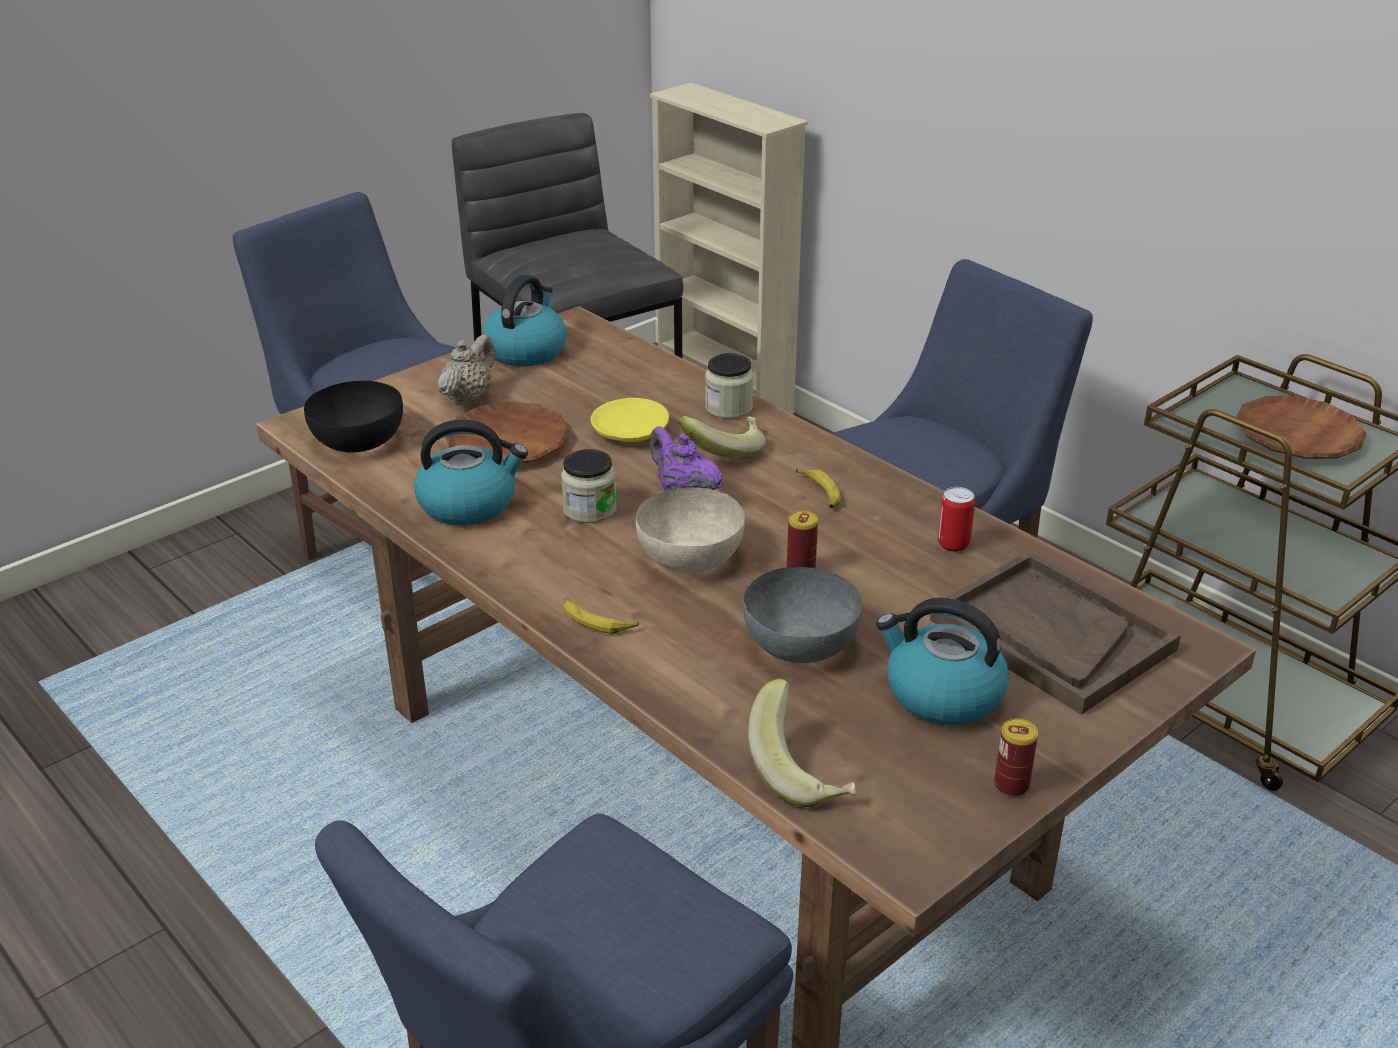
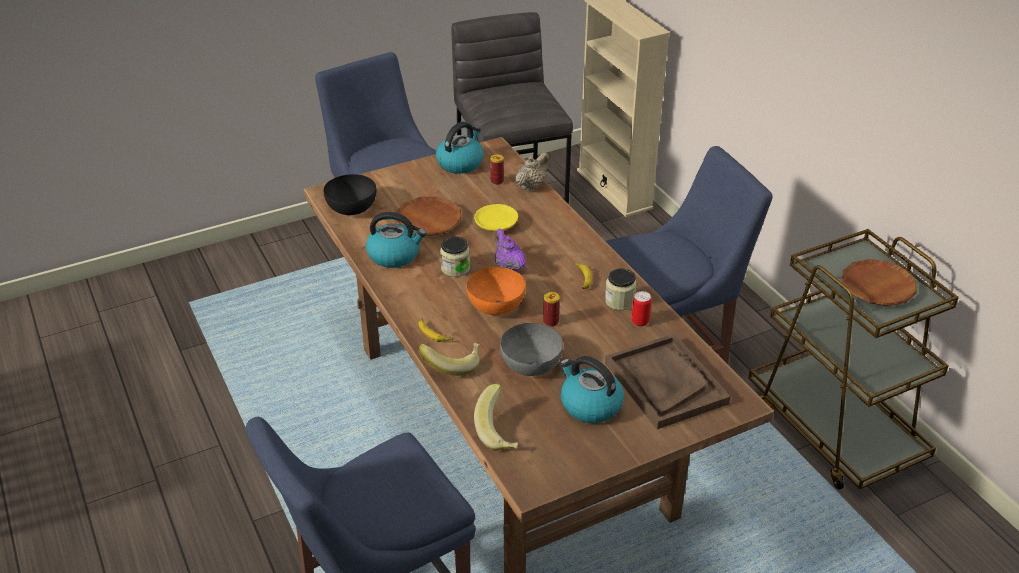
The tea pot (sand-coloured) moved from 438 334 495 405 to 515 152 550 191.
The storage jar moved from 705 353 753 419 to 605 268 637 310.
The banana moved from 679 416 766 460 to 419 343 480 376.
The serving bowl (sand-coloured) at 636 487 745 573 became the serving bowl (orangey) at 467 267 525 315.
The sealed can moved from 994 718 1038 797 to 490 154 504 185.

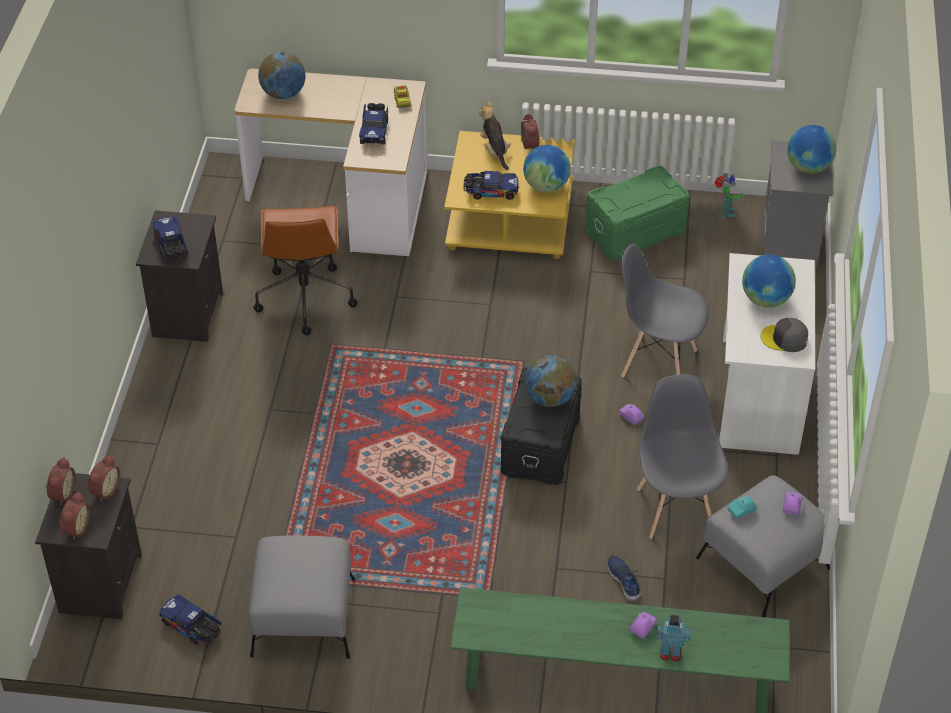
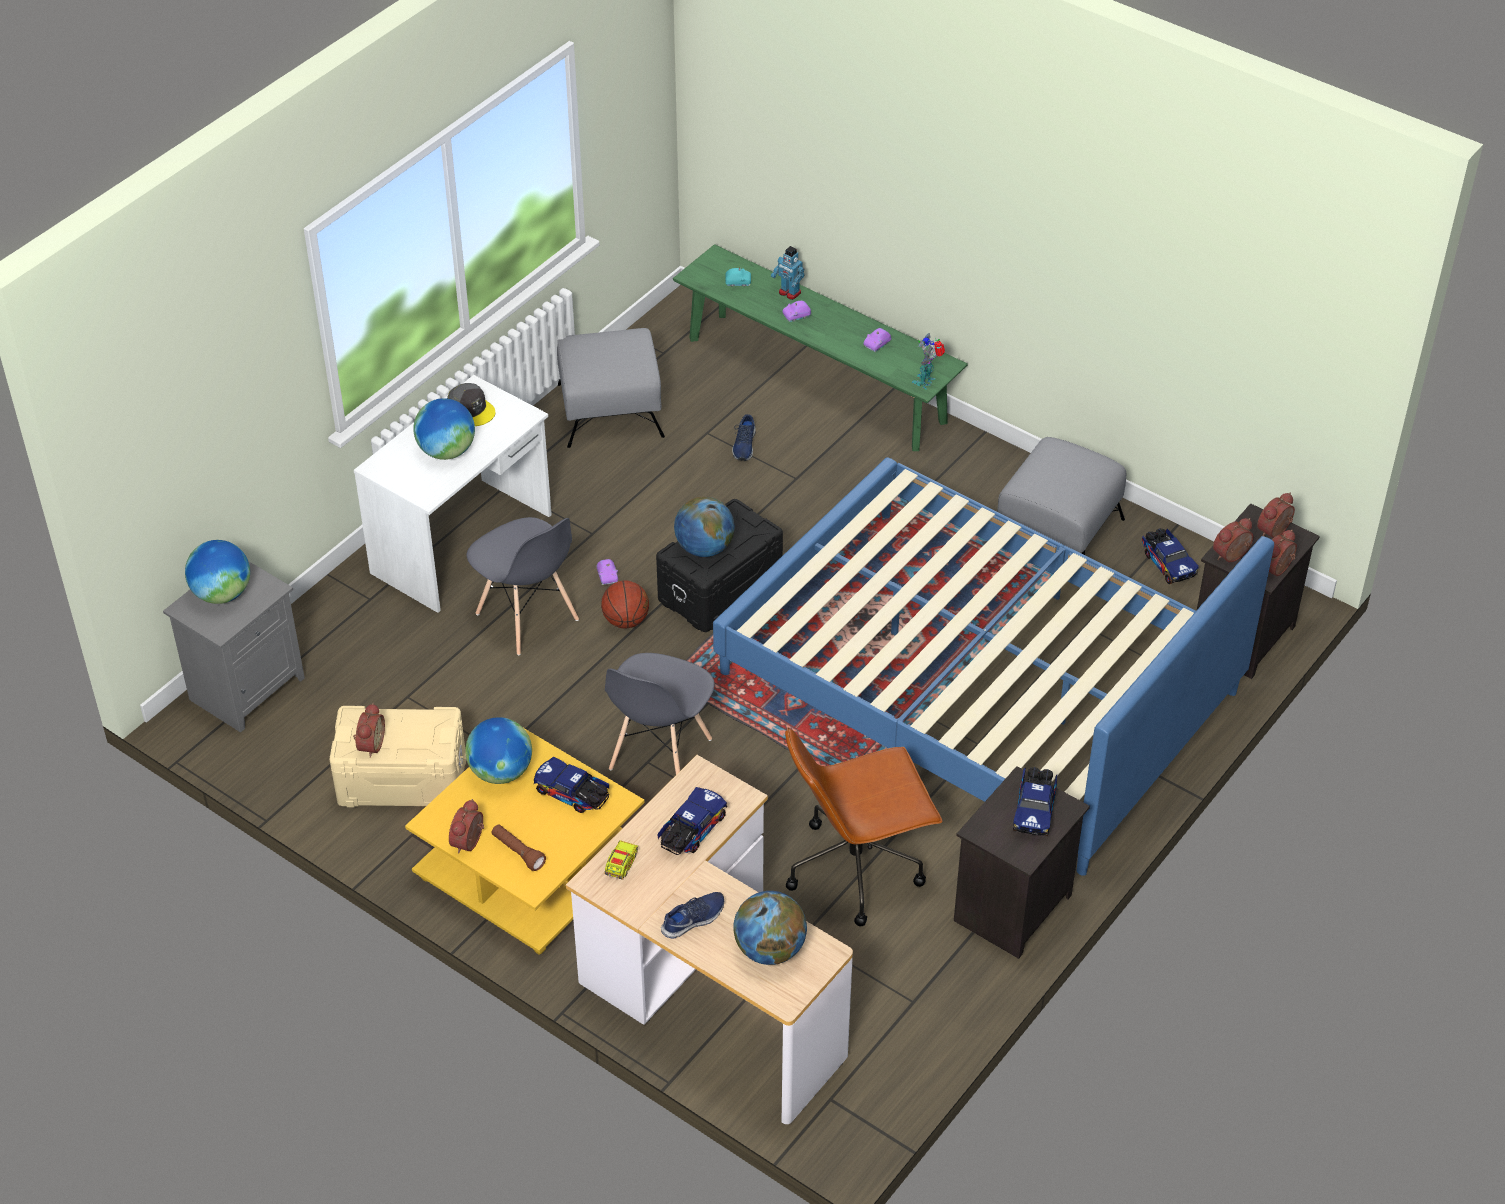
The cuddly toy at 479 101 511 170 was replaced by the flashlight (brown-coloured) at 492 824 546 871.
The storage box (green-coloured) at 585 165 689 260 became the storage box (sand-coloured) at 329 706 466 808.
The toy robot moved from 715 173 742 218 to 912 333 945 390.
The office chair (brown-coloured) at 253 206 358 335 turned 135 degrees counterclockwise.
The chair (grey) moved from 637 374 728 539 to 605 653 715 775.
The model car (purple) moved from 783 492 803 516 to 863 328 892 352.
The model car (turquoise-coloured) moved from 728 496 757 520 to 725 267 751 287.
The sleeping bed (bluish) at 713 457 1274 876 appeared.
The ball for basketball at 601 581 649 628 appeared.
The bedside clock at 353 703 385 758 appeared.
The low shoe (bluish) at 661 892 724 938 appeared.

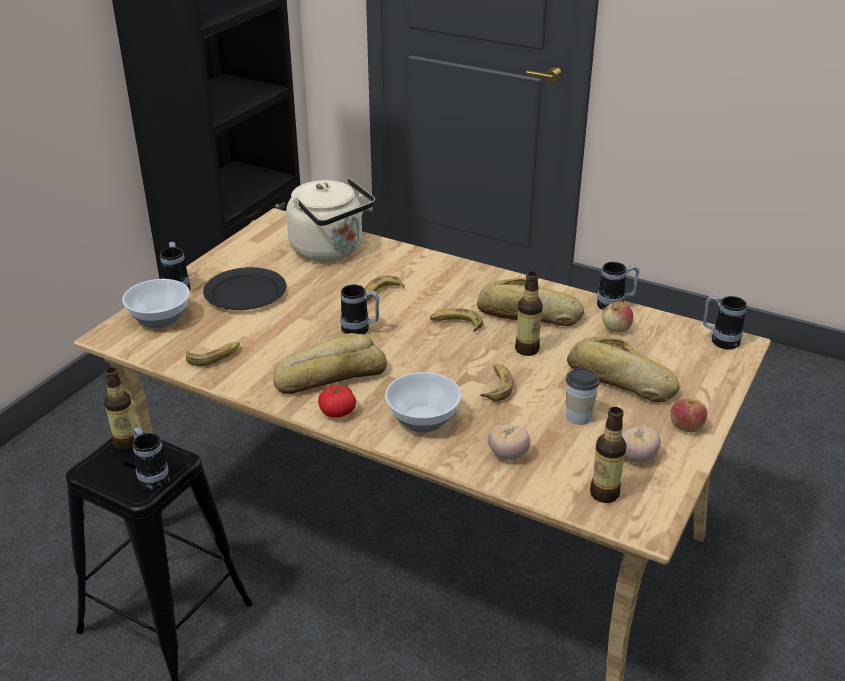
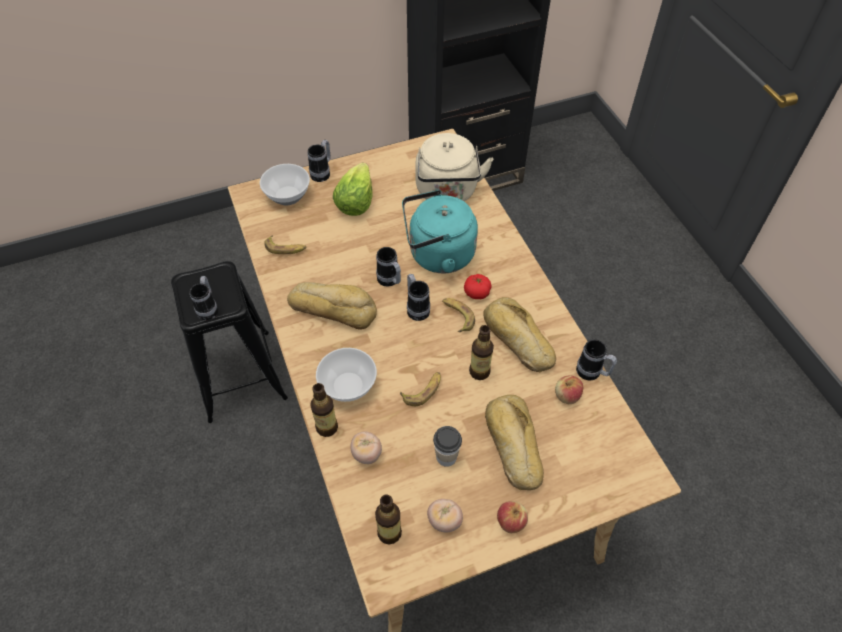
The dinner plate (black-coloured) at 203 267 286 310 was replaced by the lettuce head at 333 163 373 216.
The banana at 365 276 405 302 was replaced by the tea kettle (turquoise-coloured) at 402 190 478 274.
The mug moved from 703 296 747 349 to 407 274 430 321.
The beverage bottle moved from 104 368 135 451 to 310 383 338 437.
The whole tomato moved from 318 385 356 418 to 464 274 492 299.

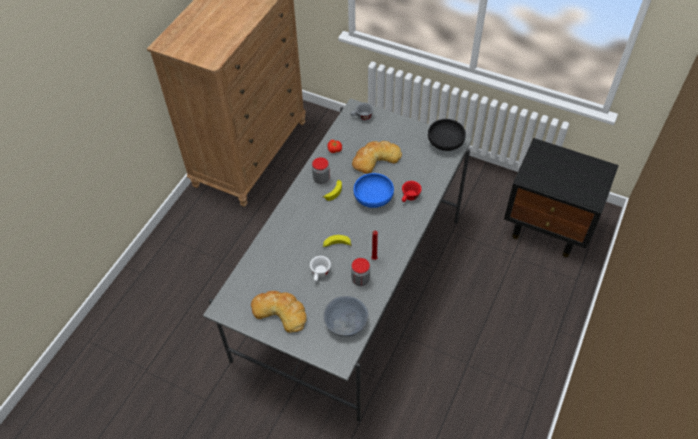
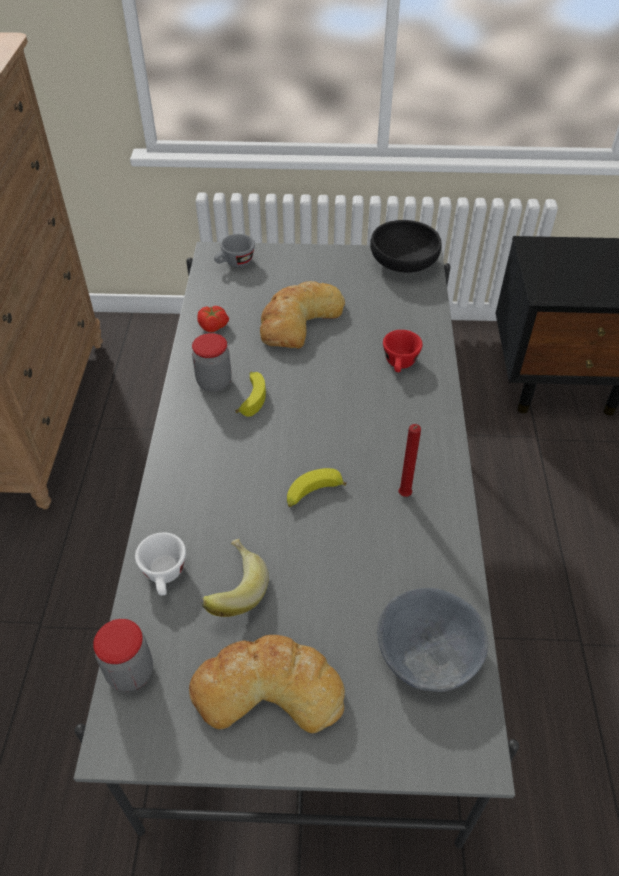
The serving bowl (bluish) at 353 173 394 208 disappeared.
The cup (whitish) moved from 310 256 331 282 to 135 532 186 595.
The storage jar moved from 351 258 370 286 to 93 619 153 692.
The banana at 200 539 269 617 appeared.

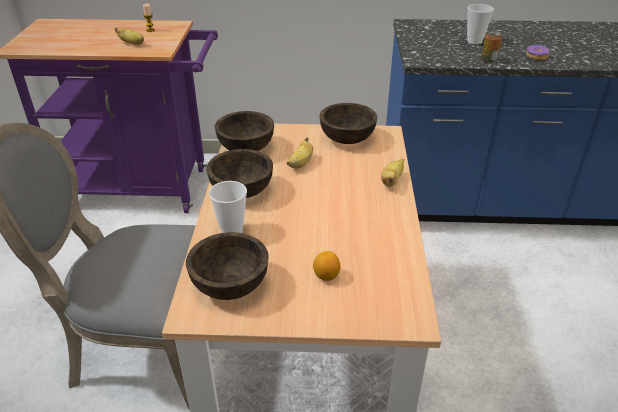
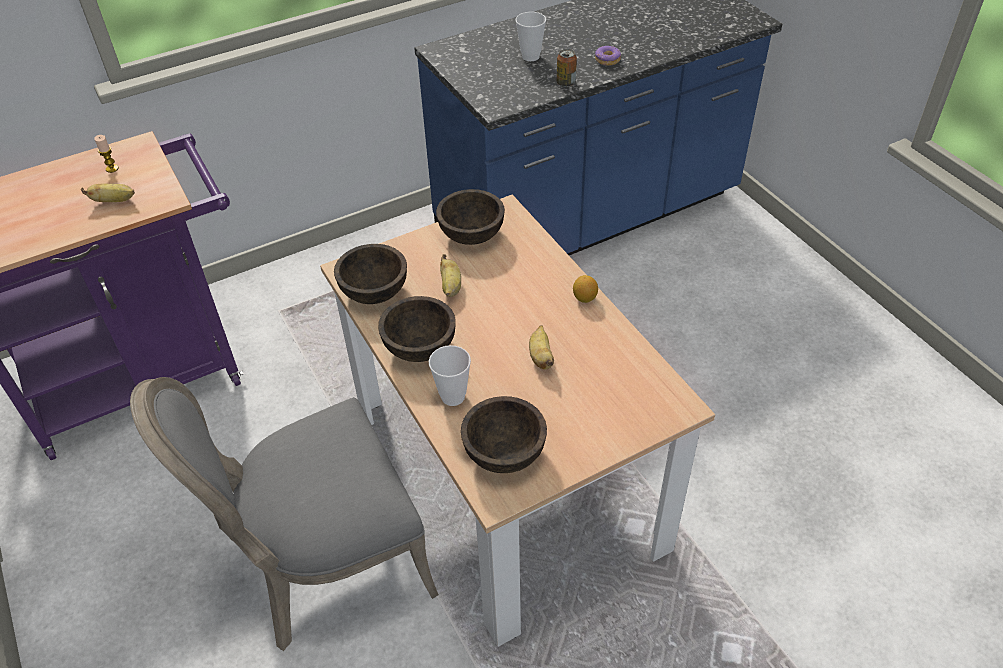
The banana moved from 381 159 404 187 to 529 325 554 369.
The lemon moved from 313 251 340 281 to 573 275 598 303.

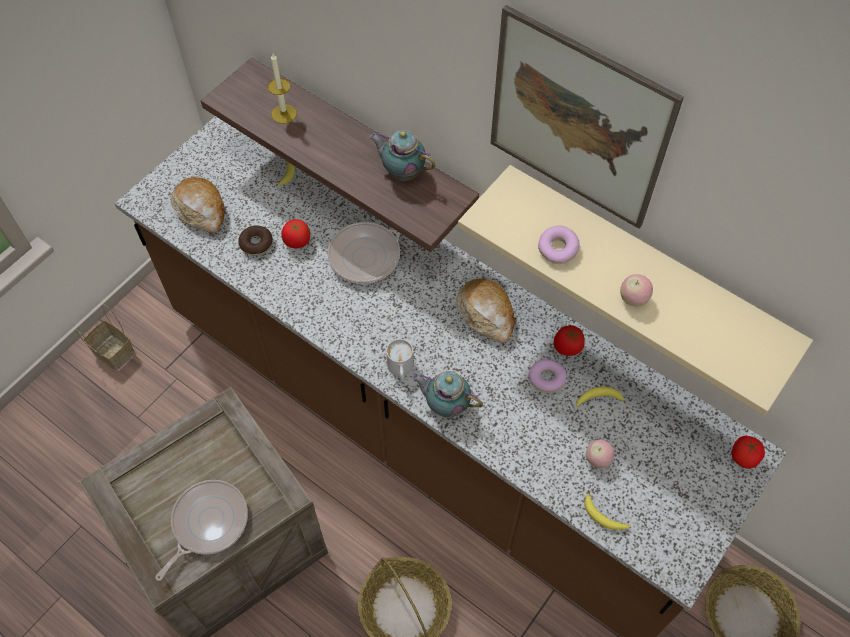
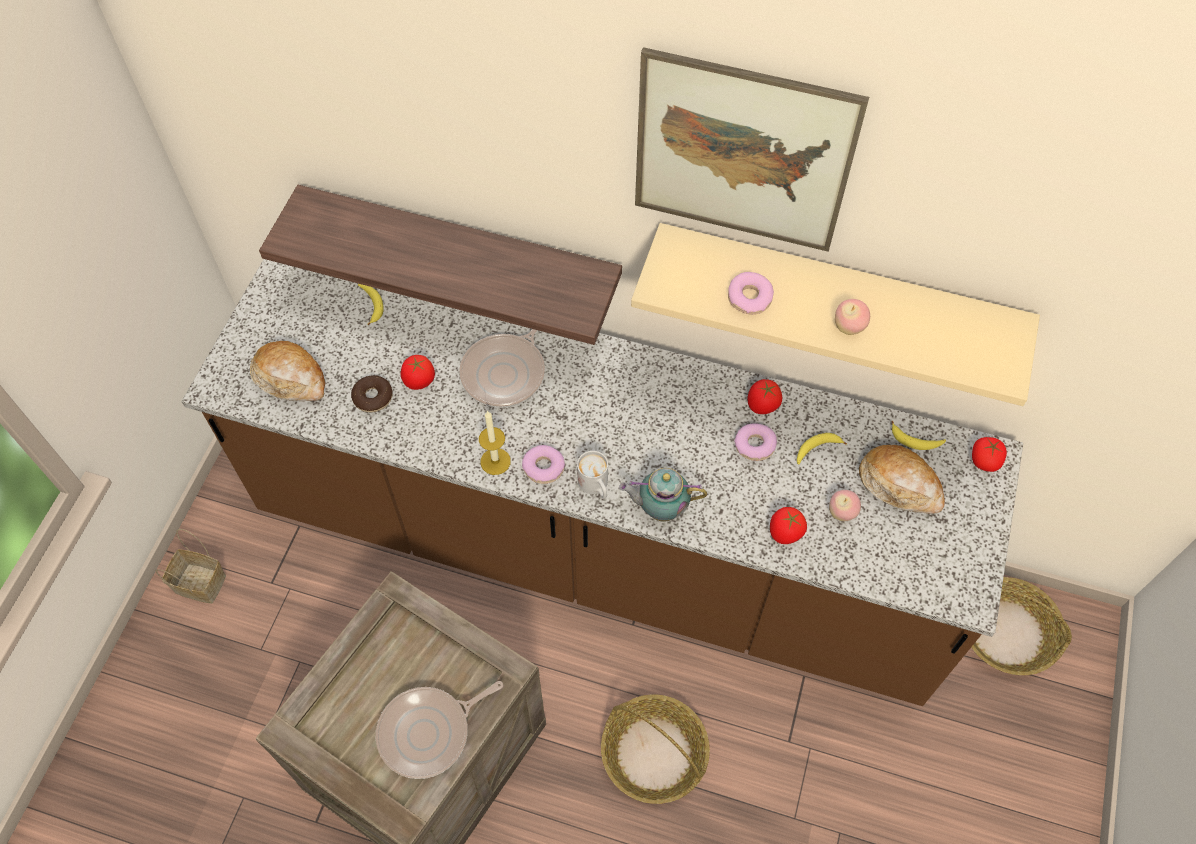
The candle moved from 268 54 297 124 to 479 411 511 475.
The tea pot at 369 130 435 181 disappeared.
The bread moved from 456 278 515 343 to 859 445 945 514.
The skillet at 155 480 248 581 turned 135 degrees counterclockwise.
The banana moved from 584 491 631 530 to 891 421 946 450.
The ring doughnut at 522 445 565 484 appeared.
The whole tomato at 770 507 807 544 appeared.

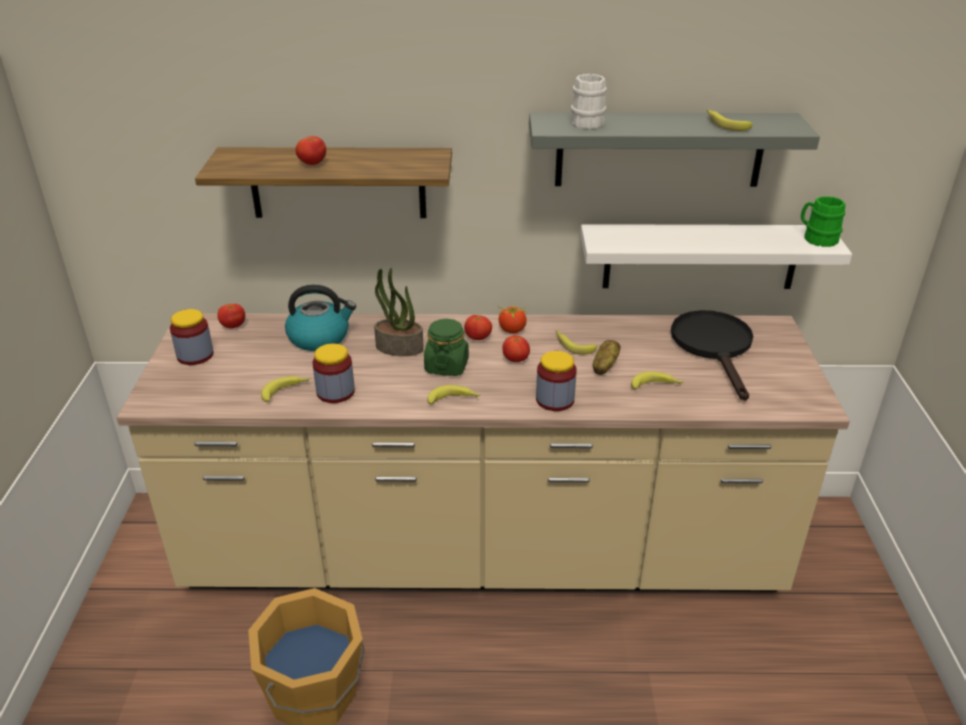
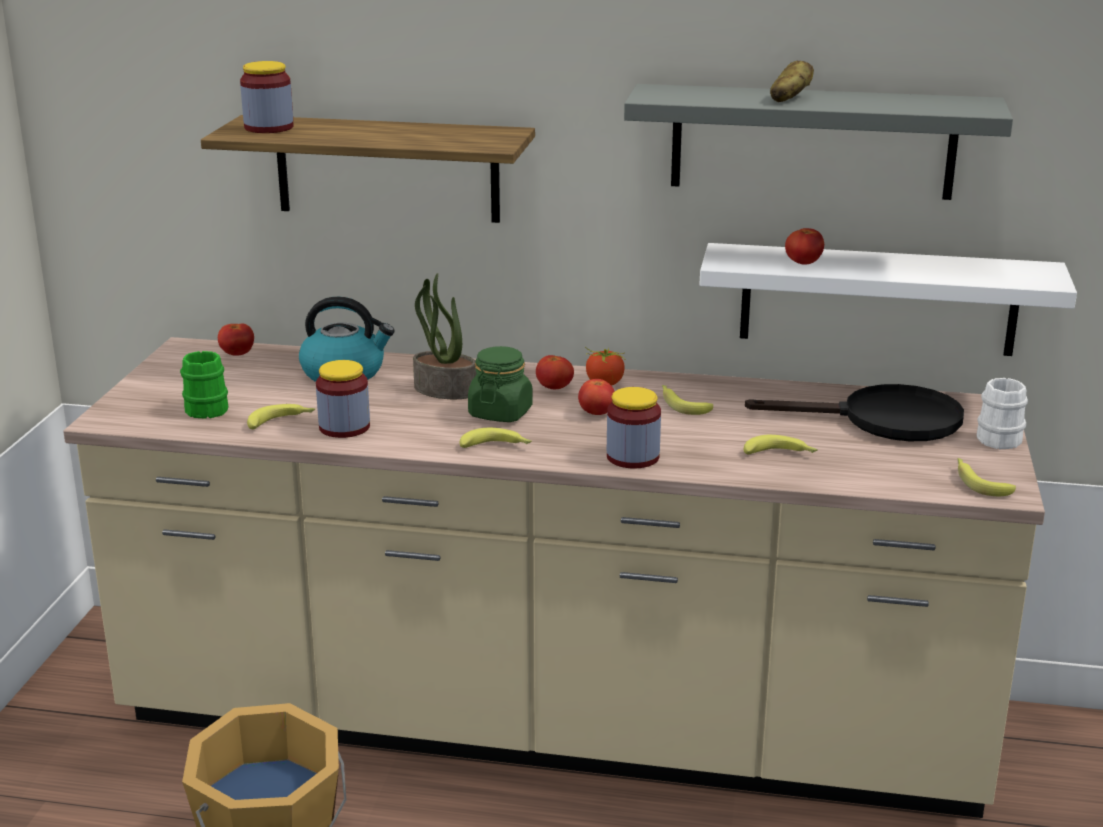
The mug (whitish) moved from 571 74 607 129 to 977 378 1028 449.
The banana moved from 707 110 753 131 to 957 458 1016 496.
The whole tomato moved from 296 136 326 165 to 785 228 824 265.
The mug (green-coloured) moved from 801 196 846 247 to 180 351 228 419.
The storage jar moved from 170 309 214 365 to 240 61 294 133.
The skillet (black-coloured) at 671 310 753 401 turned 90 degrees clockwise.
The whole potato moved from 593 340 621 375 to 770 61 814 102.

